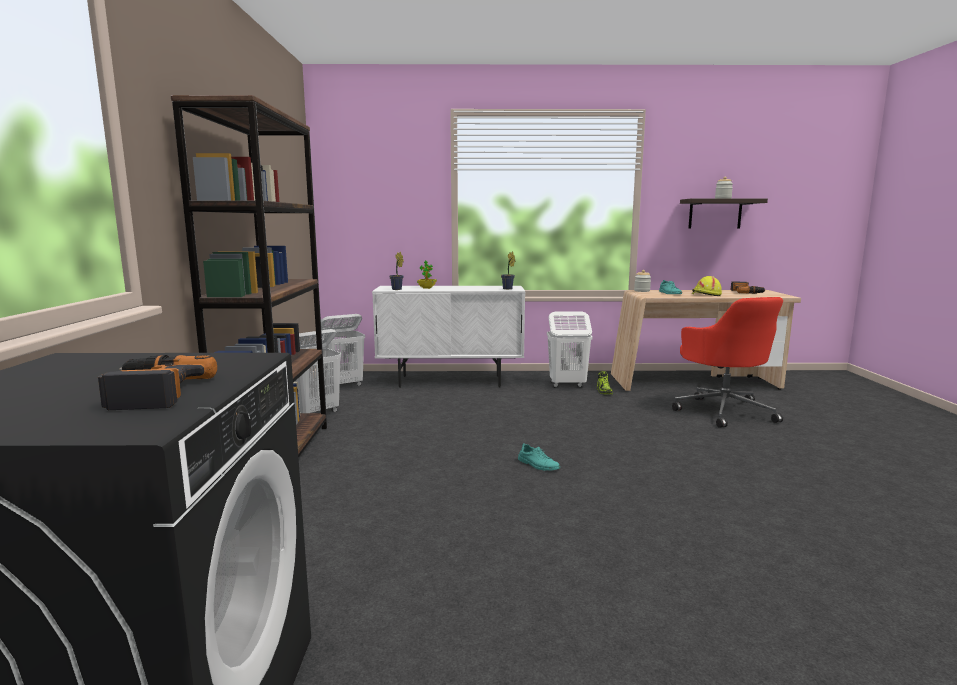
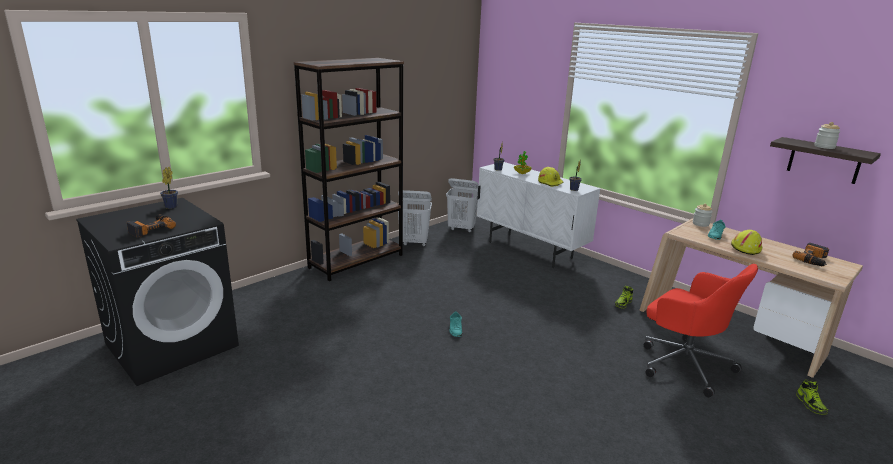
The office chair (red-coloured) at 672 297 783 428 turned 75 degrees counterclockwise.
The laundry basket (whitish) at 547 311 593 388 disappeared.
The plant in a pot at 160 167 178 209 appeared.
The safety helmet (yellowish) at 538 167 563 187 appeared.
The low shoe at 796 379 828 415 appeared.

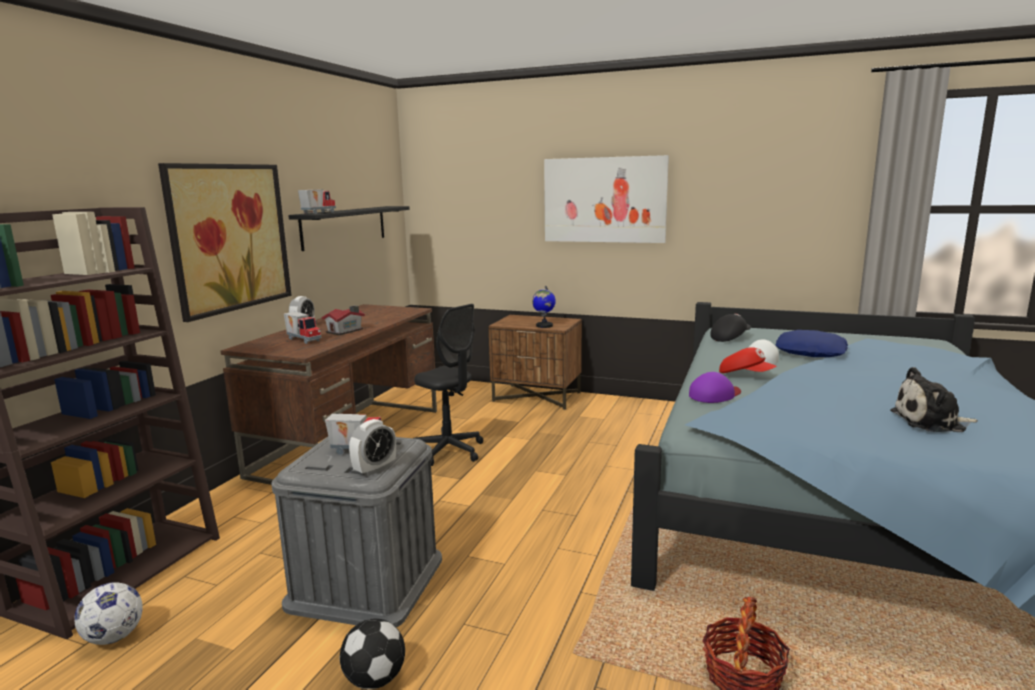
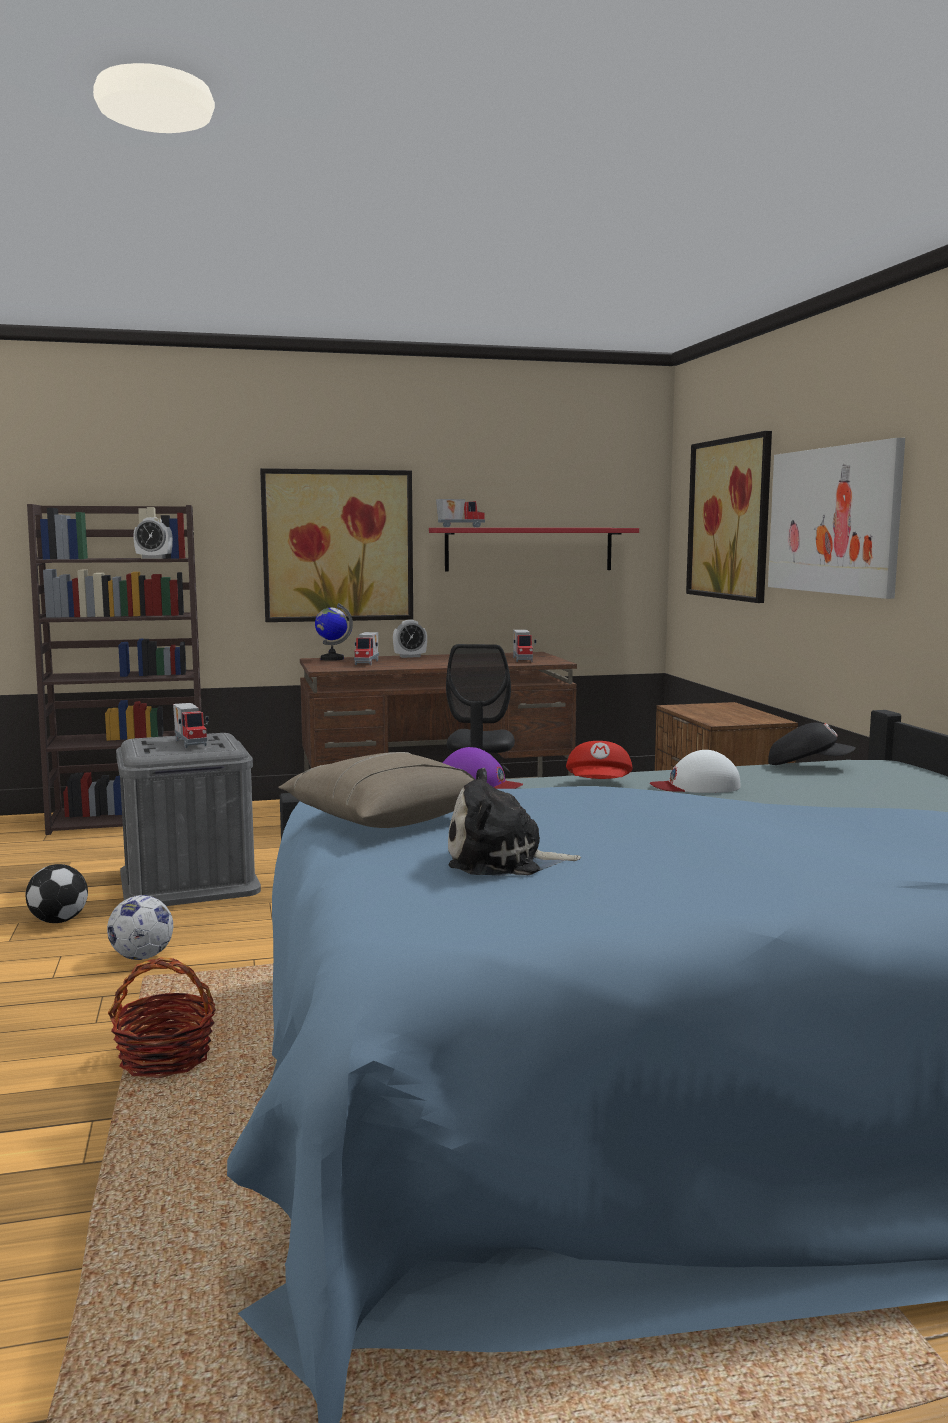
The shelf (black-coloured) at 288 206 410 251 became the shelf (red-coloured) at 429 528 639 572.
The world globe moved from 532 286 556 328 to 315 603 353 661.
The toy house at 322 305 365 335 disappeared.
The throw pillow (bluish) at 775 330 848 357 disappeared.
The cuddly toy at 890 367 978 432 turned 60 degrees counterclockwise.
The bedside clock moved from 349 419 396 476 to 133 517 173 558.
The ball for football moved from 74 582 143 645 to 107 895 173 960.
The wall picture at 686 431 772 603 appeared.
The toy lorry at 513 630 536 662 appeared.
The throw pillow (sand-coloured) at 278 752 476 828 appeared.

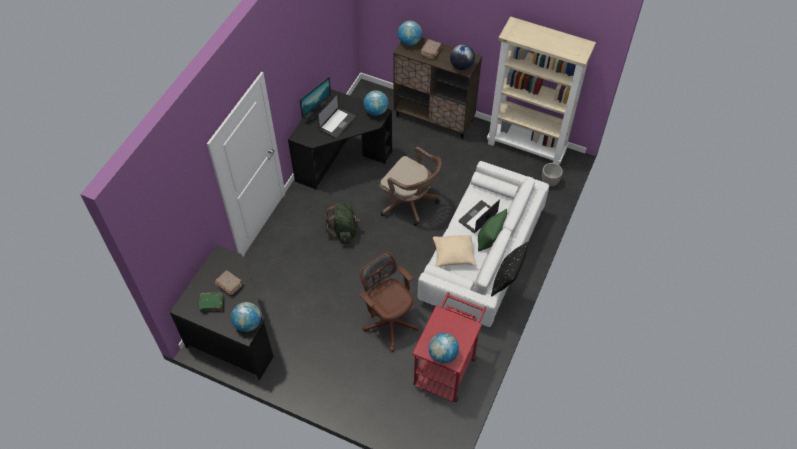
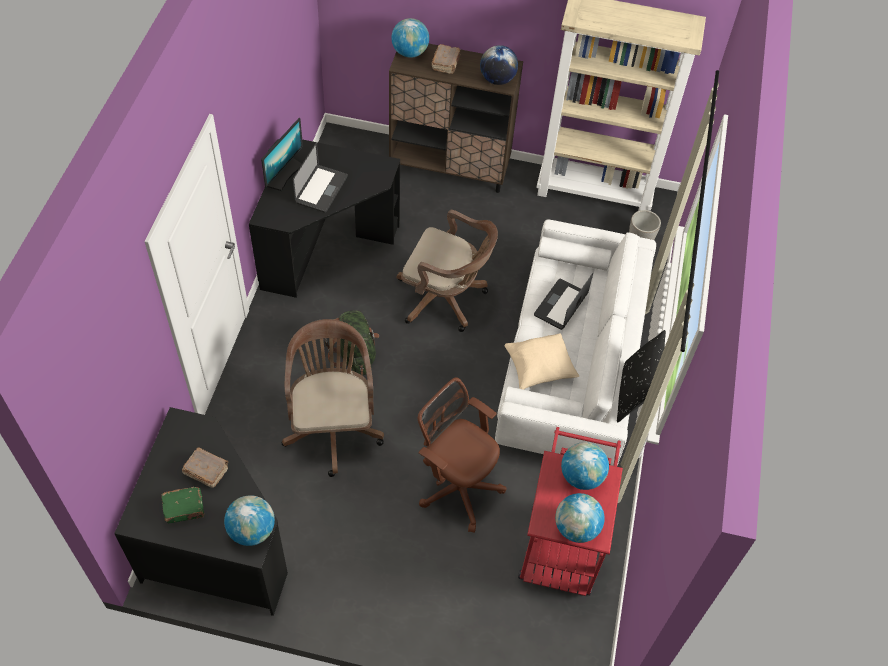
The world globe moved from 364 90 389 116 to 561 442 609 490.
The throw pillow (green-coloured) at 478 209 507 252 disappeared.
The office chair (brown-coloured) at 282 319 384 477 appeared.

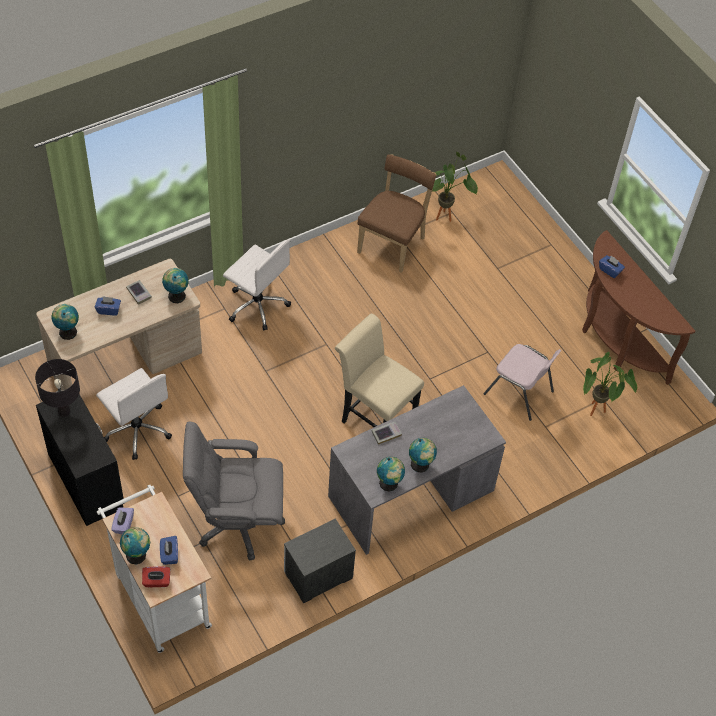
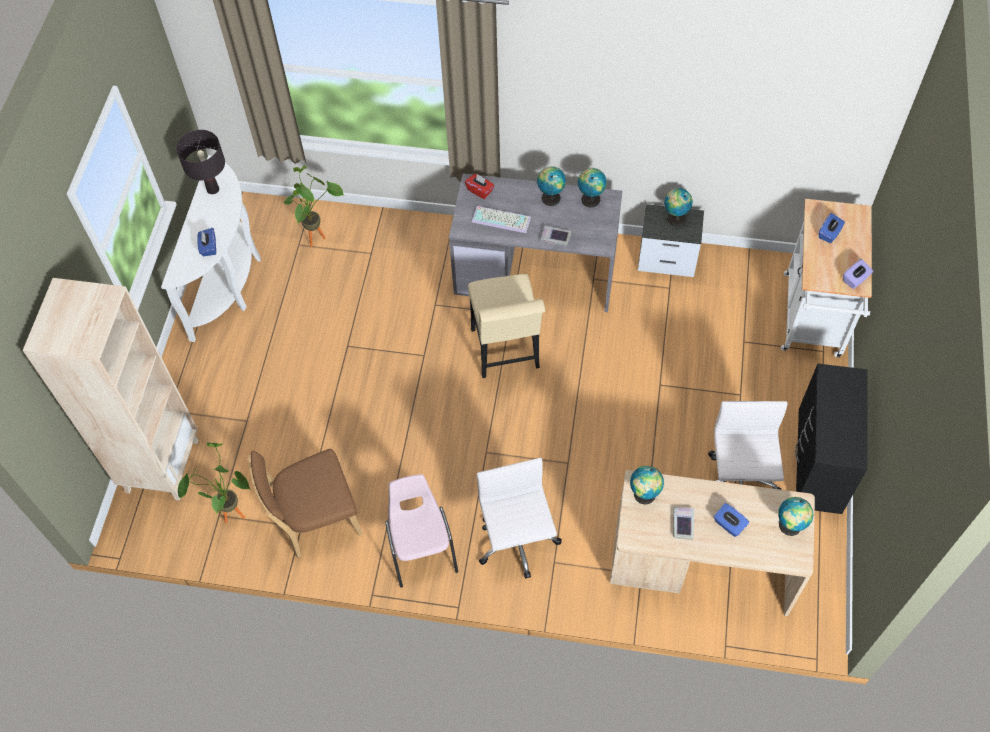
The narrow table (brown-coloured) at 582 230 695 385 became the narrow table (whitish) at 161 155 261 342.
The chair (pink-coloured) moved from 484 344 561 421 to 385 474 458 588.
The lamp for a table (black-coloured) moved from 35 359 80 417 to 176 130 225 194.
The office chair (grey) at 183 422 285 560 disappeared.
The world globe moved from 120 527 150 565 to 664 188 693 226.
The tissue box (red-coloured) moved from 142 566 170 587 to 465 174 494 199.
The computer keyboard at 472 206 531 233 appeared.
The bookshelf (sand-coloured) at 22 278 199 501 appeared.

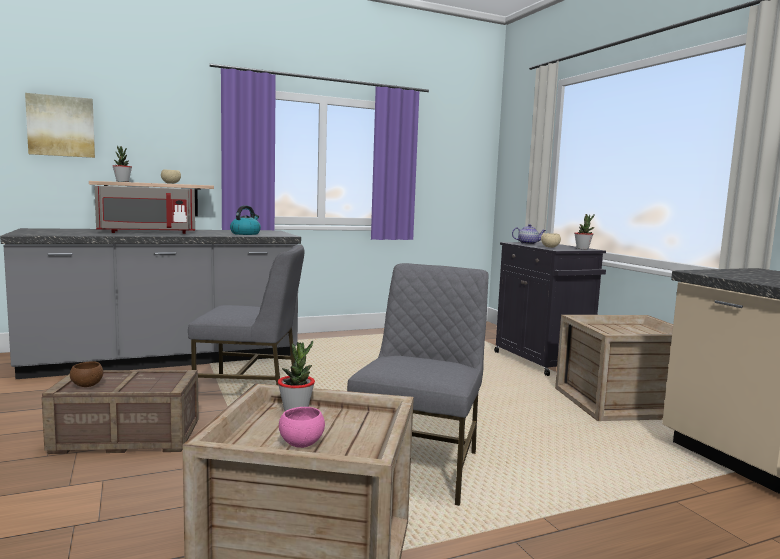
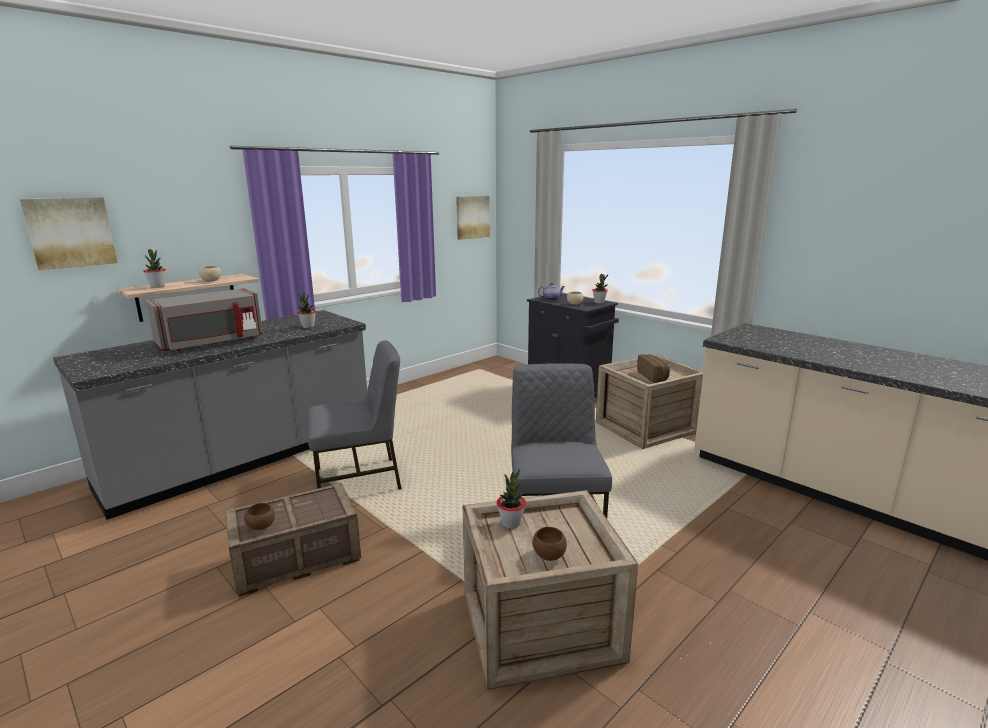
The tea kettle at 230 205 261 235 was replaced by the plant in a pot at 297 293 316 328.
The serving bowl (pink-coloured) at 279 407 325 448 became the serving bowl (brown-coloured) at 532 527 567 561.
The wall picture at 456 196 490 240 appeared.
The bread at 637 354 670 383 appeared.

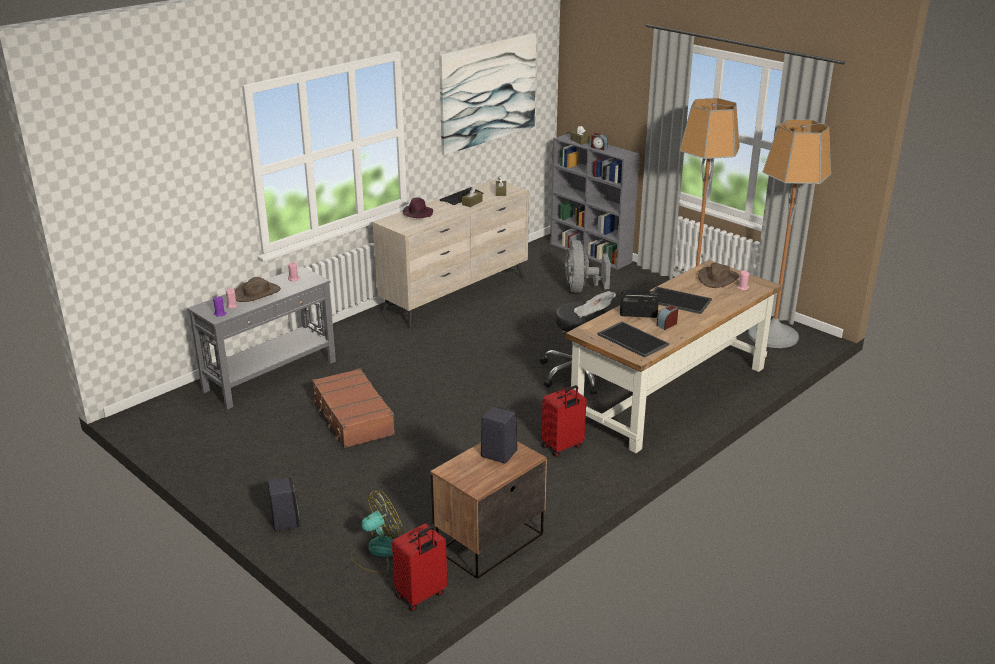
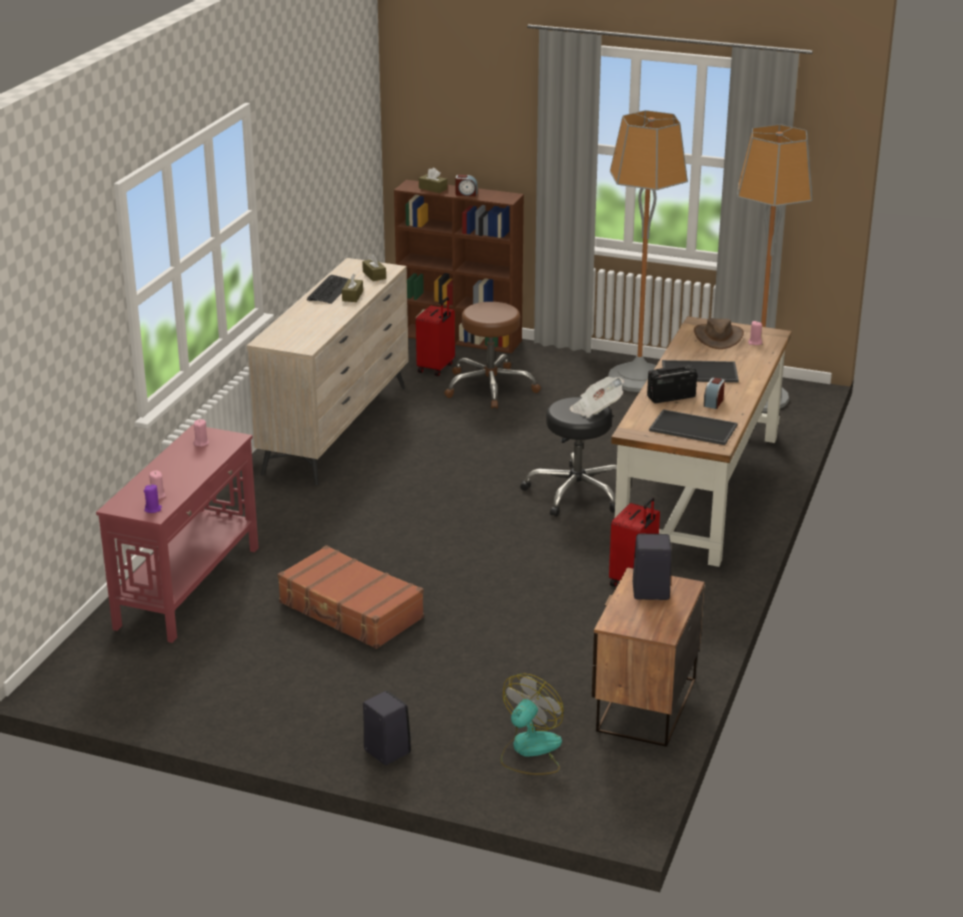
The wall picture at 439 33 536 155 disappeared.
The bookshelf (grey) at 550 133 640 270 became the bookshelf (brown-coloured) at 394 180 524 353.
The wearable hat (purple) at 403 198 433 218 disappeared.
The cooling fan (grey) at 565 240 611 293 was replaced by the stool seat (brown-coloured) at 444 302 541 409.
The narrow table (grey) at 187 267 336 410 became the narrow table (red-coloured) at 96 425 259 643.
The wearable hat (brown-coloured) at 235 277 281 302 disappeared.
The suitcase (red-coloured) moved from 392 523 447 611 to 416 297 455 376.

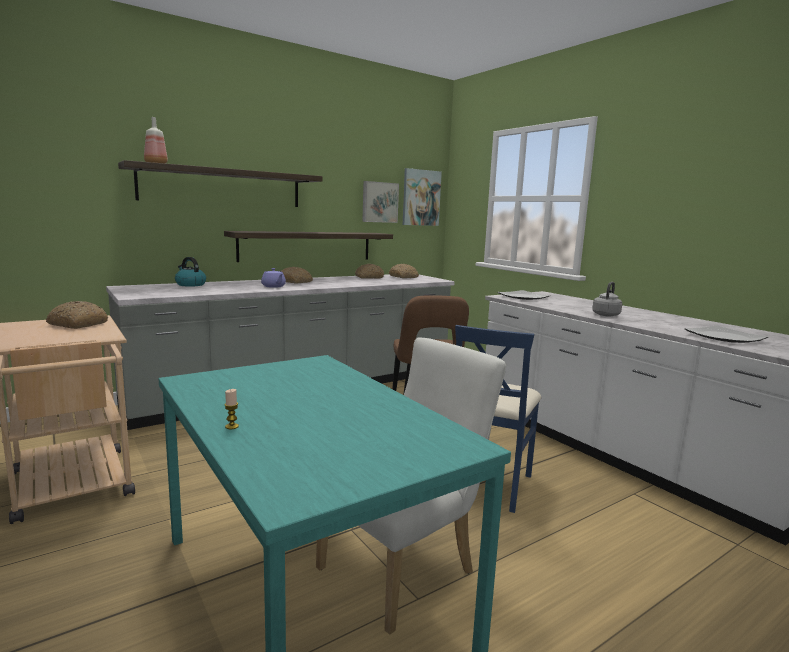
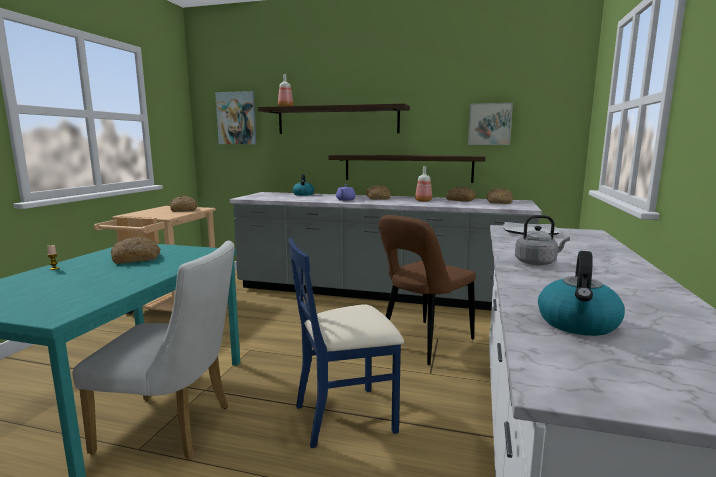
The wall picture moved from 403 168 442 226 to 215 91 256 144.
The dinner plate at 684 325 768 343 was replaced by the tea kettle at 538 251 625 336.
The beverage bottle at 415 166 432 202 appeared.
The bread at 111 237 161 264 appeared.

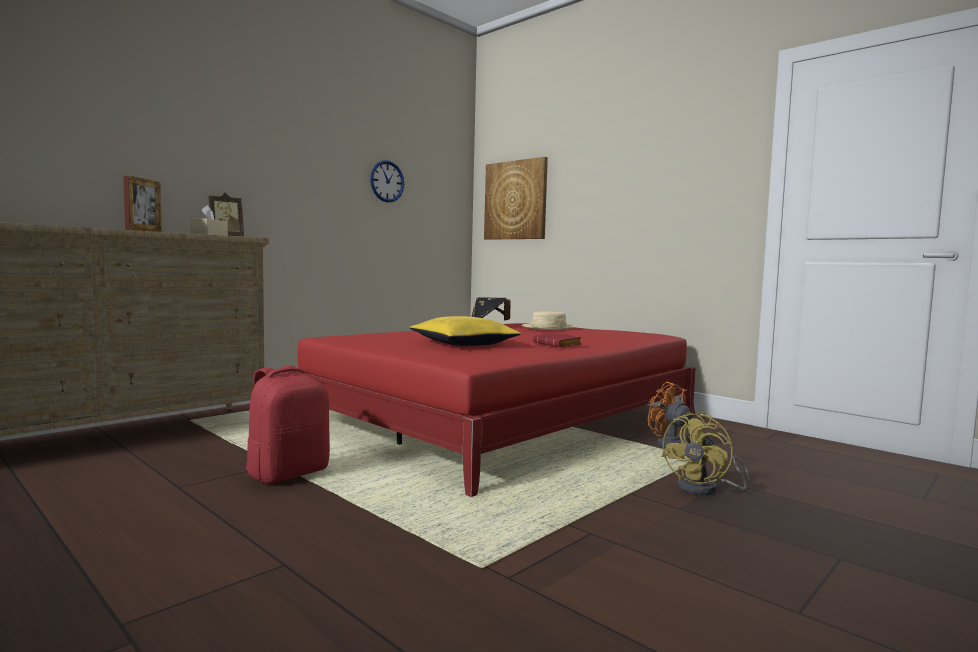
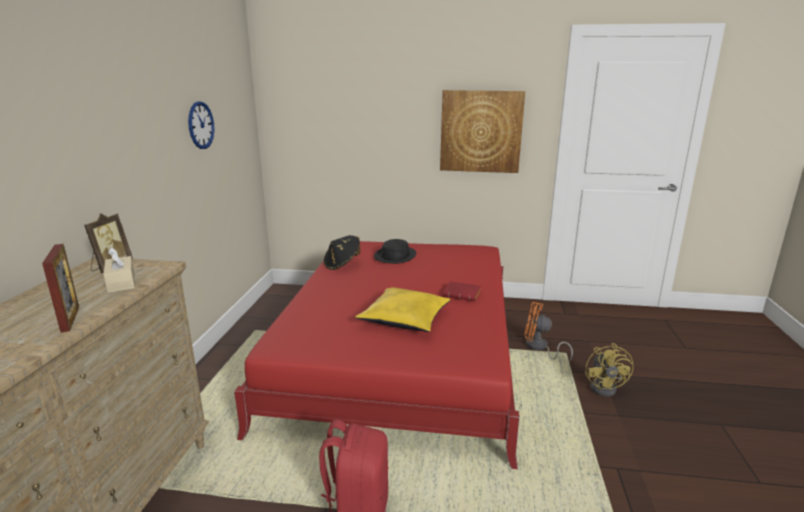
The wall picture moved from 484 157 548 240 to 440 90 525 173.
The wearable hat (sand-coloured) at 522 311 576 330 became the wearable hat (black-coloured) at 374 239 416 264.

